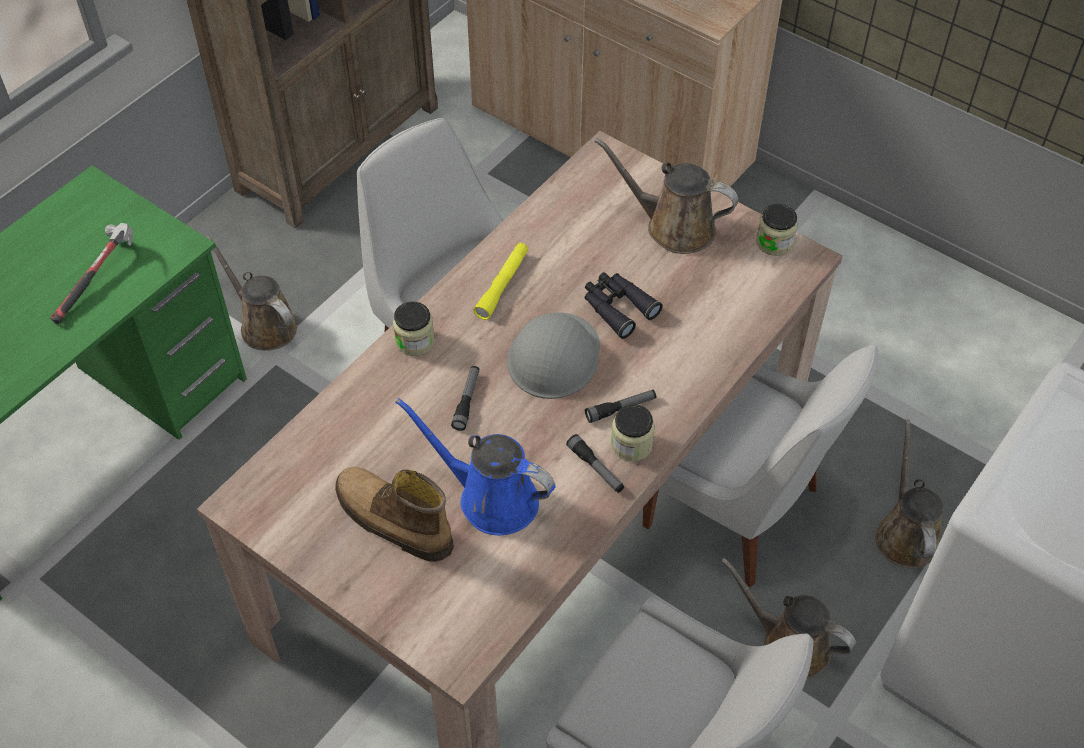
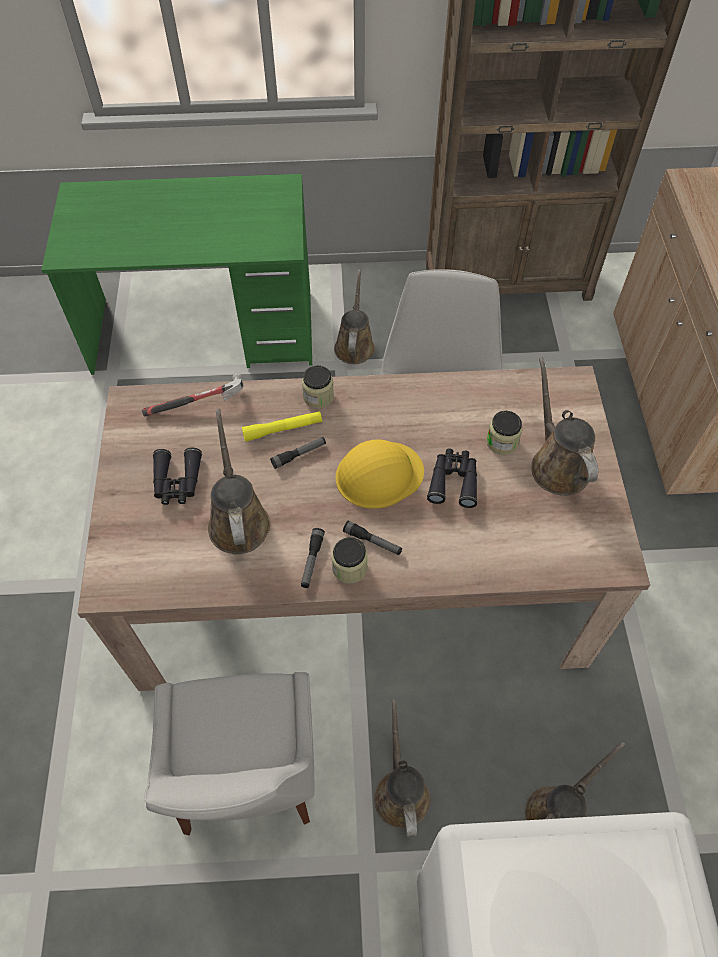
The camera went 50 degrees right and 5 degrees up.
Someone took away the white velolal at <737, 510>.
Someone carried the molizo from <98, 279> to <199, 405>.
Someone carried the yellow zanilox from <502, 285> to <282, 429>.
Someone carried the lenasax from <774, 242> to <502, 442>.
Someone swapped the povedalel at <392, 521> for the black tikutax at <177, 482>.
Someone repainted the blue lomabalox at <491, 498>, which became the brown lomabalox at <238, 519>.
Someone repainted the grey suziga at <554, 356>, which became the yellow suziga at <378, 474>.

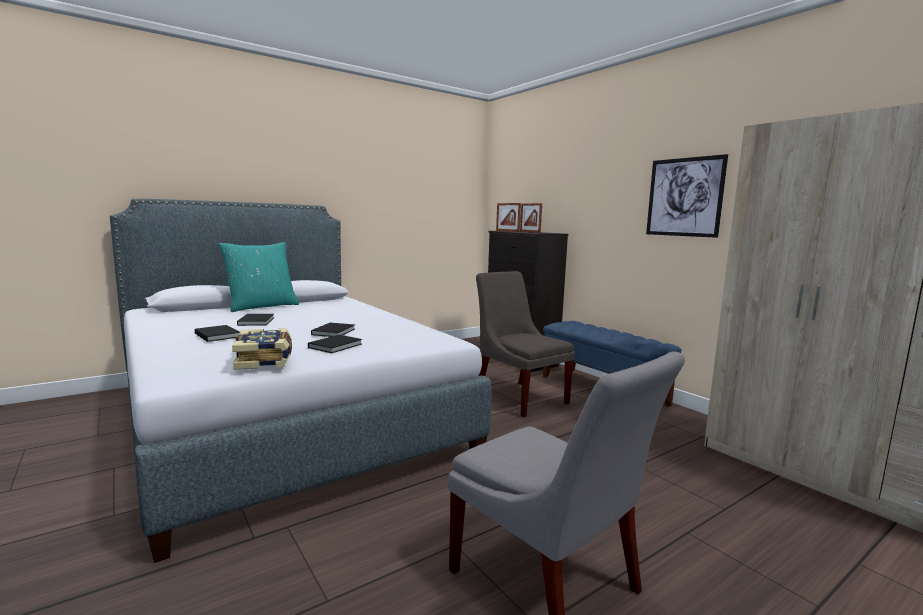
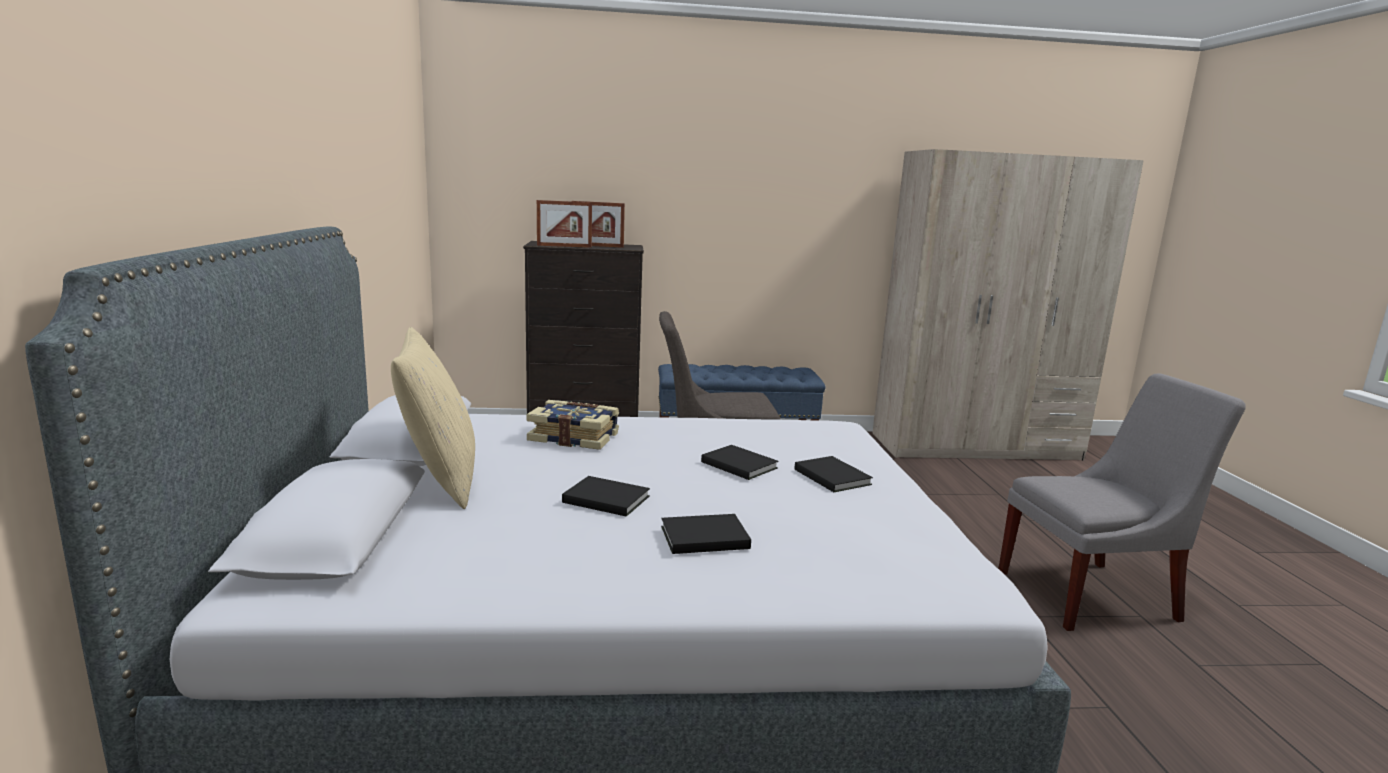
The camera went 60 degrees left and 5 degrees up.
Someone took away the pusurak at <684, 197>.
Someone carried the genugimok from <265, 360> to <574, 437>.
Someone repainted the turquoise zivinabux at <261, 306>, which became the beige zivinabux at <440, 480>.

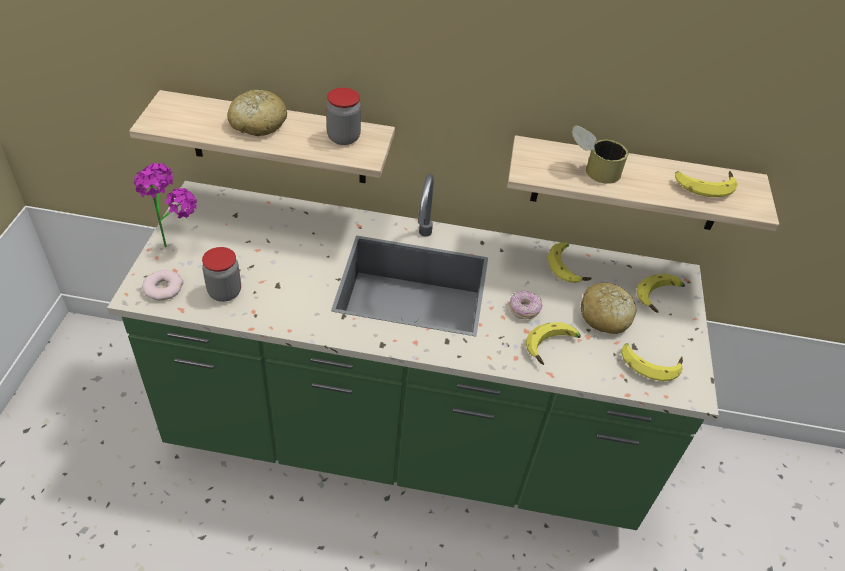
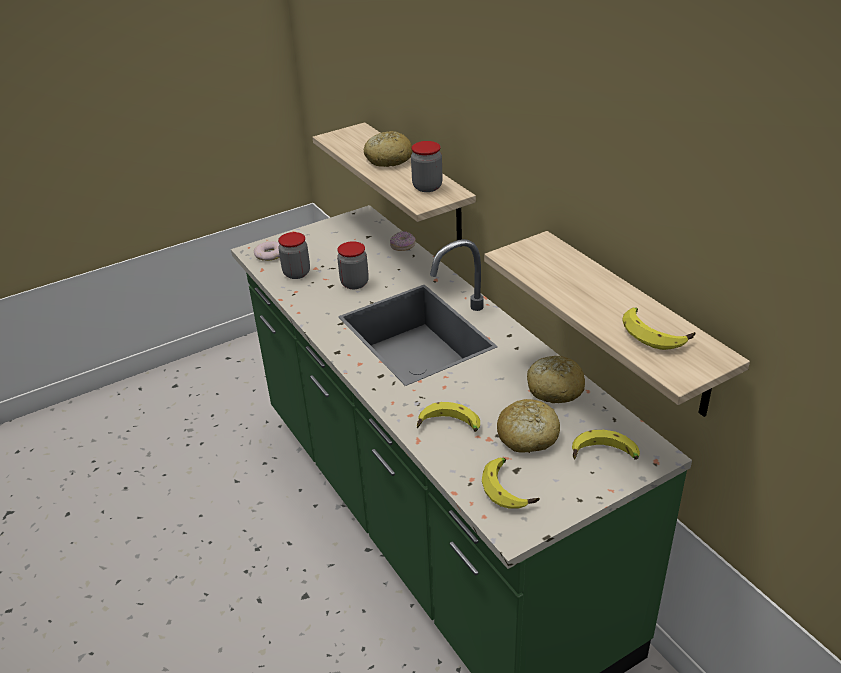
The camera went 55 degrees right and 10 degrees down.
Someone took away the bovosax at <174, 240>.
Someone took away the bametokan at <592, 170>.
Someone put down the lenasax at <354, 283>.
Someone carried the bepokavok from <524, 310> to <403, 247>.
Someone swapped the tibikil at <568, 267> for the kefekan at <554, 388>.

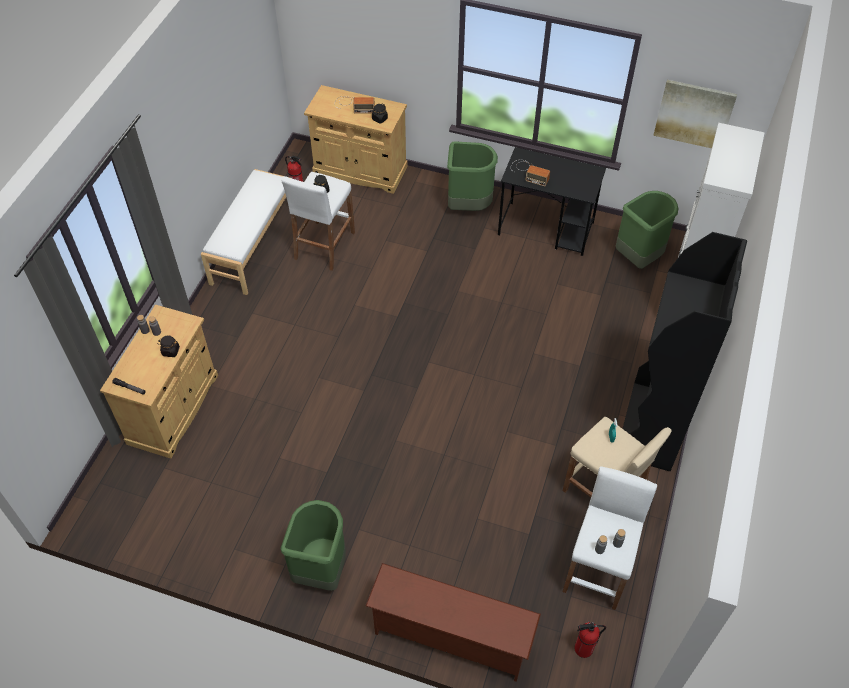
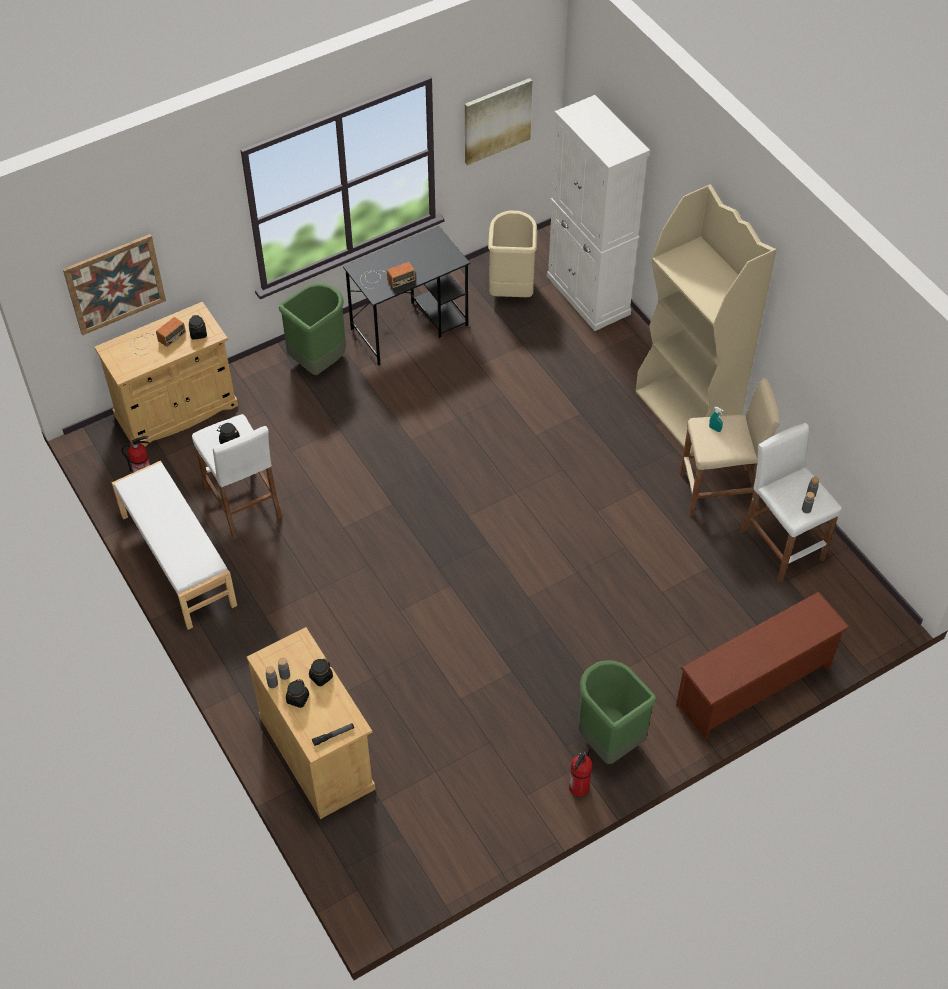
The camera went 50 degrees left and 0 degrees up.
Someone put up the pusurak at <115, 284>.
Someone put down the black lenasax at <297, 699>.
Someone carried the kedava from <583, 649> to <579, 788>.
Someone repainted the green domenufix at <639, 257>, which became the beige domenufix at <511, 289>.
Someone repainted the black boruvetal at <651, 427>, which became the beige boruvetal at <687, 413>.

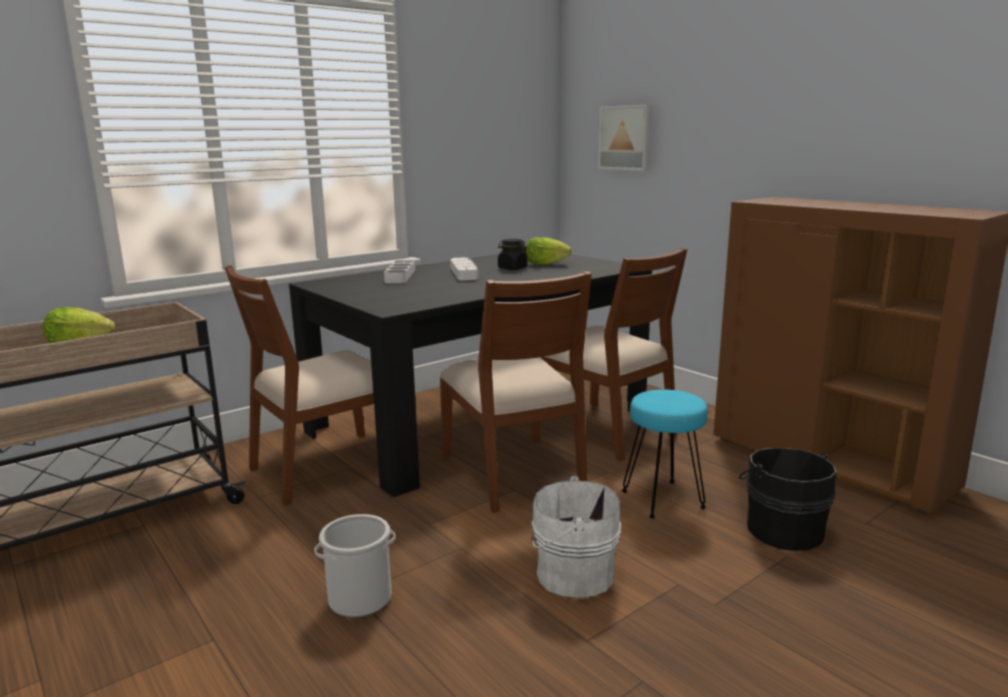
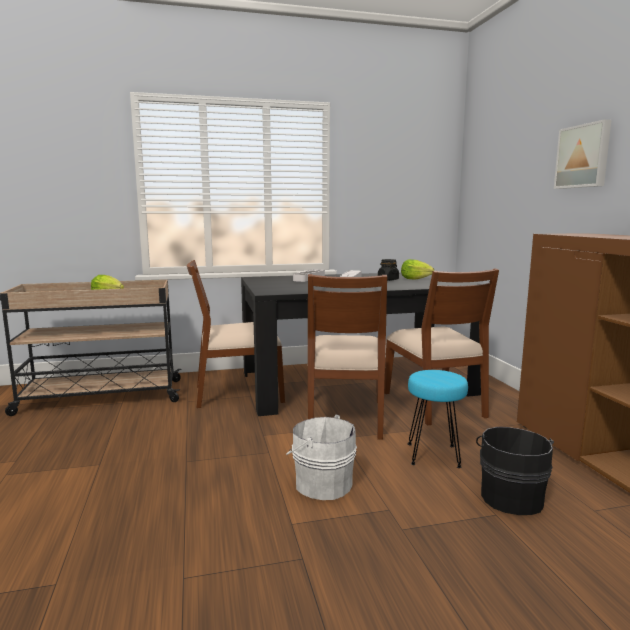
The camera went 25 degrees right and 5 degrees down.
Someone took away the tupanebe at <360, 598>.
Someone carried the pusurak from <626, 137> to <583, 156>.

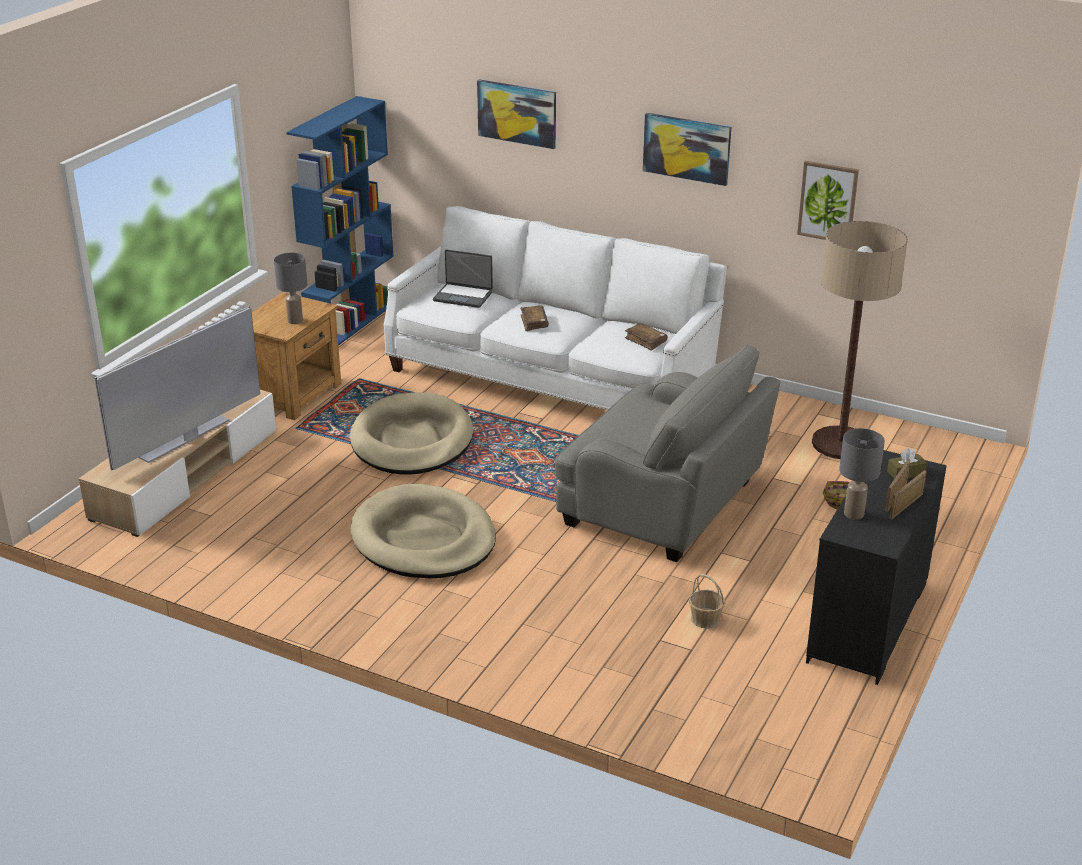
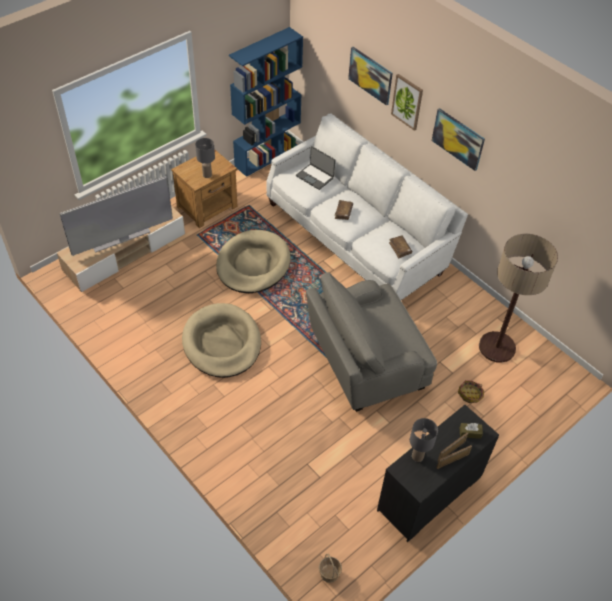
The camera went 20 degrees right and 20 degrees up.
Someone carried the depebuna from <705, 619> to <329, 573>.
Someone carried the pusurak from <828, 201> to <407, 102>.
Someone rotated the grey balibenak at <664, 505> by 105 degrees clockwise.

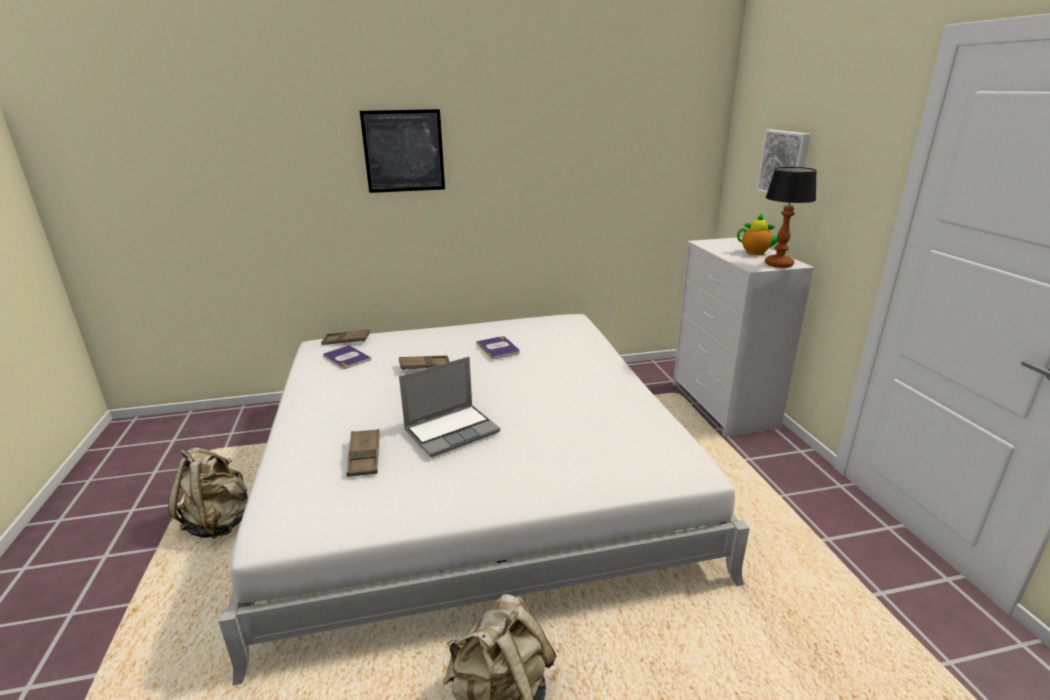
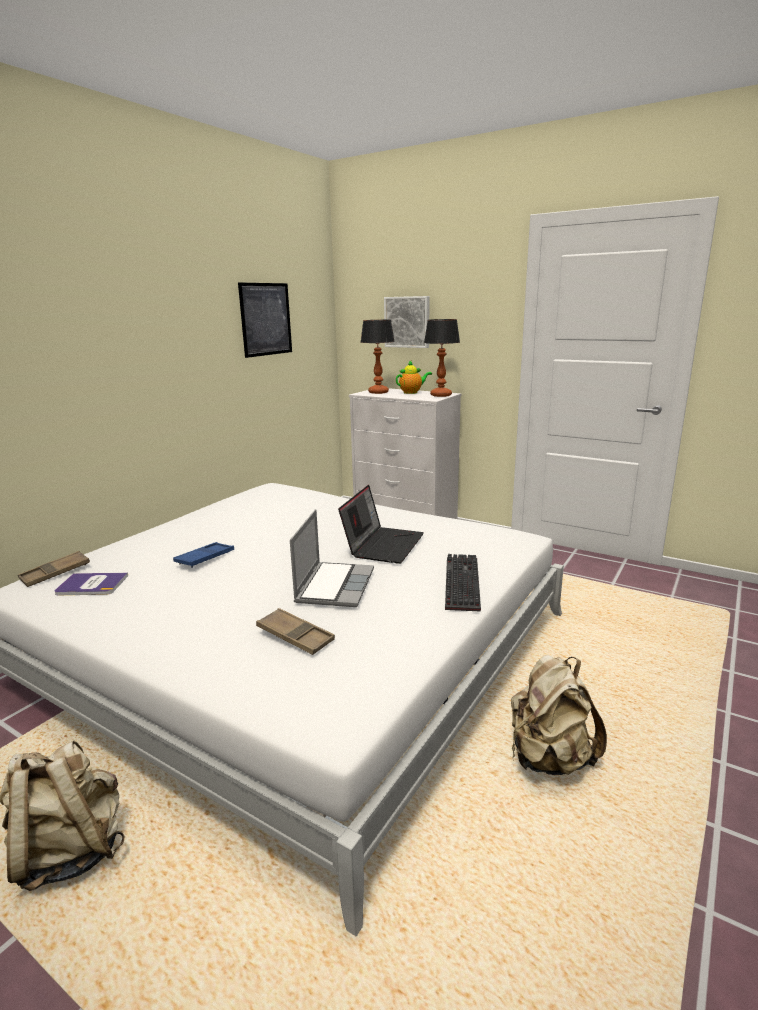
The camera went 45 degrees left and 5 degrees down.
Someone took away the genugimok at <498, 348>.
Someone put down the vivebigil at <383, 545>.
Someone put down the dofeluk at <378, 392>.
Someone put down the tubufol at <460, 583>.
Someone carried the pusurak from <403, 151> to <266, 319>.
Someone repainted the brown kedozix at <425, 366>, which became the blue kedozix at <205, 558>.

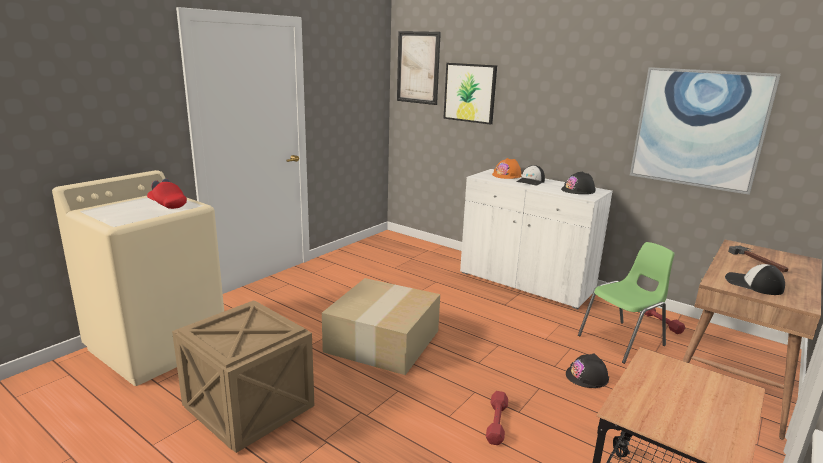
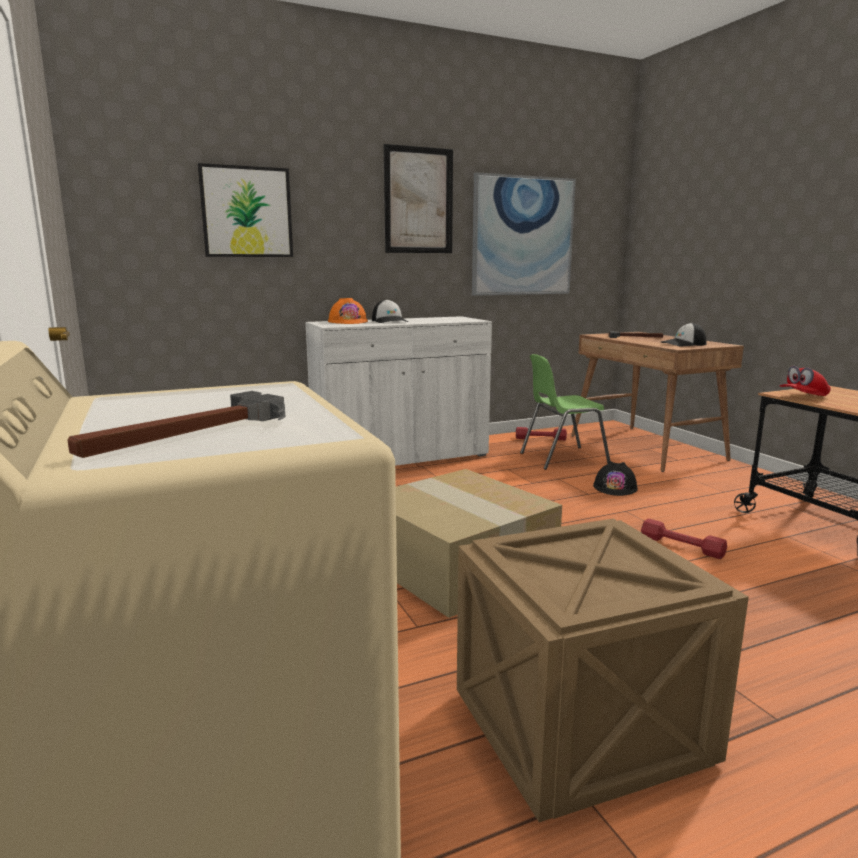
The camera went 60 degrees left and 5 degrees down.
Someone took away the black suziga at <578, 190>.
Someone put down the molizo at <190, 434>.
Someone carried the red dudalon from <167, 204> to <803, 397>.
Someone carried the pusurak from <418, 67> to <418, 201>.
Someone rotated the green velolal at <623, 341> by 105 degrees counterclockwise.

